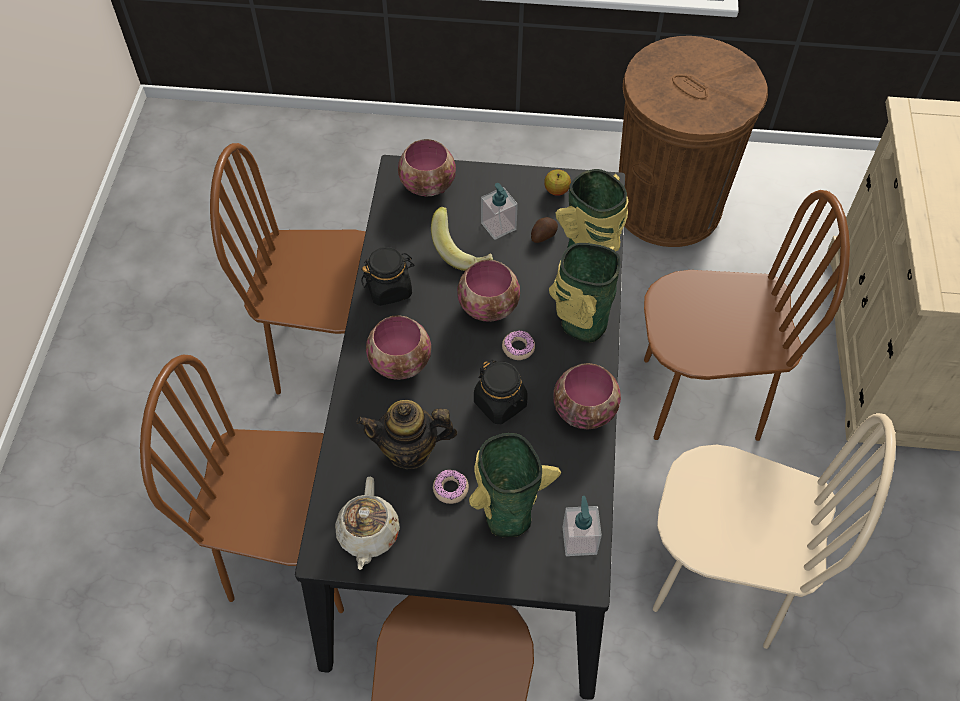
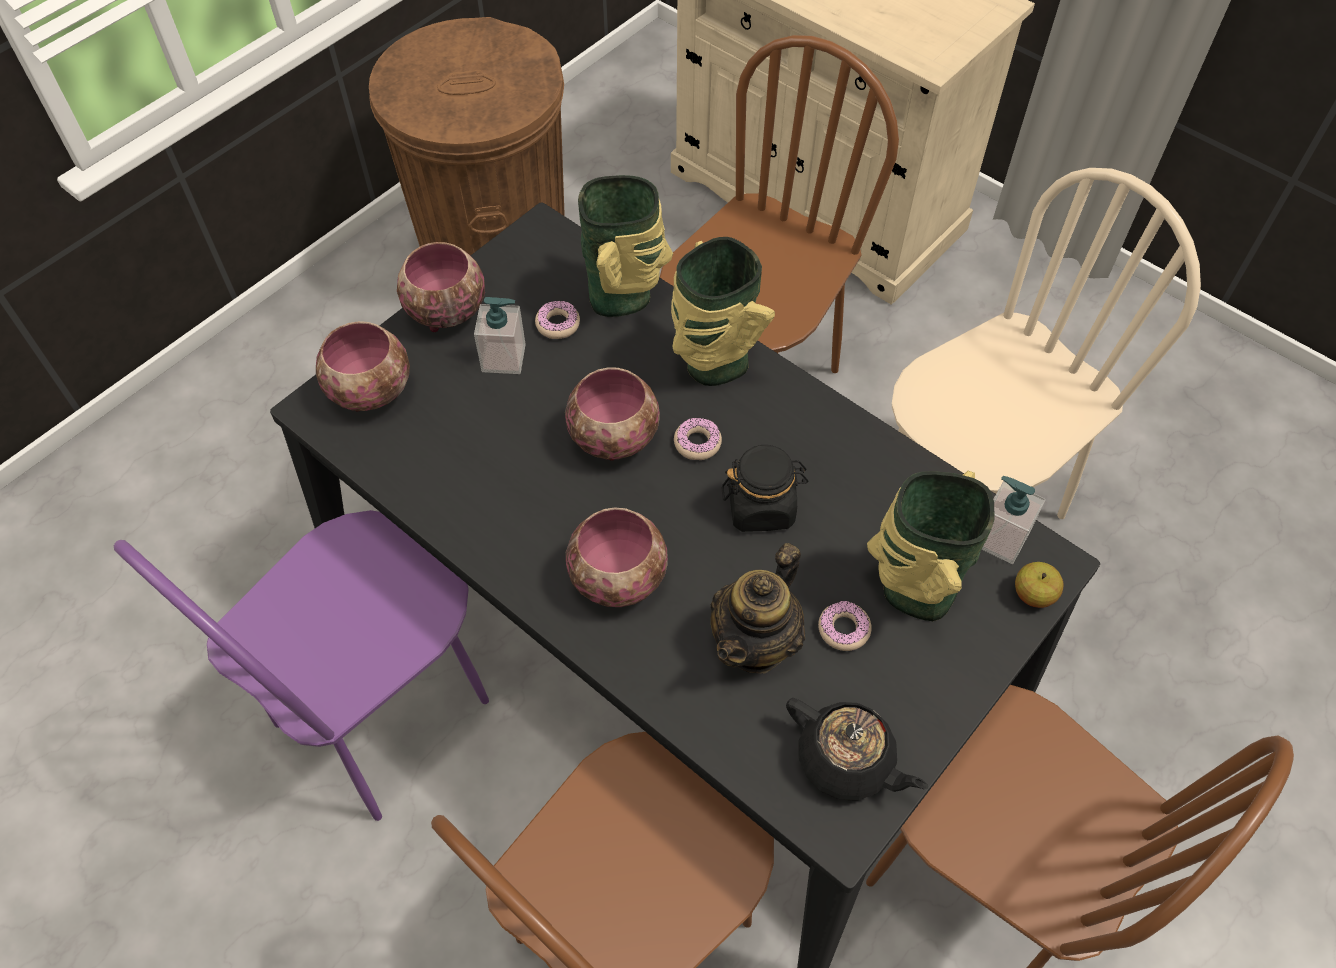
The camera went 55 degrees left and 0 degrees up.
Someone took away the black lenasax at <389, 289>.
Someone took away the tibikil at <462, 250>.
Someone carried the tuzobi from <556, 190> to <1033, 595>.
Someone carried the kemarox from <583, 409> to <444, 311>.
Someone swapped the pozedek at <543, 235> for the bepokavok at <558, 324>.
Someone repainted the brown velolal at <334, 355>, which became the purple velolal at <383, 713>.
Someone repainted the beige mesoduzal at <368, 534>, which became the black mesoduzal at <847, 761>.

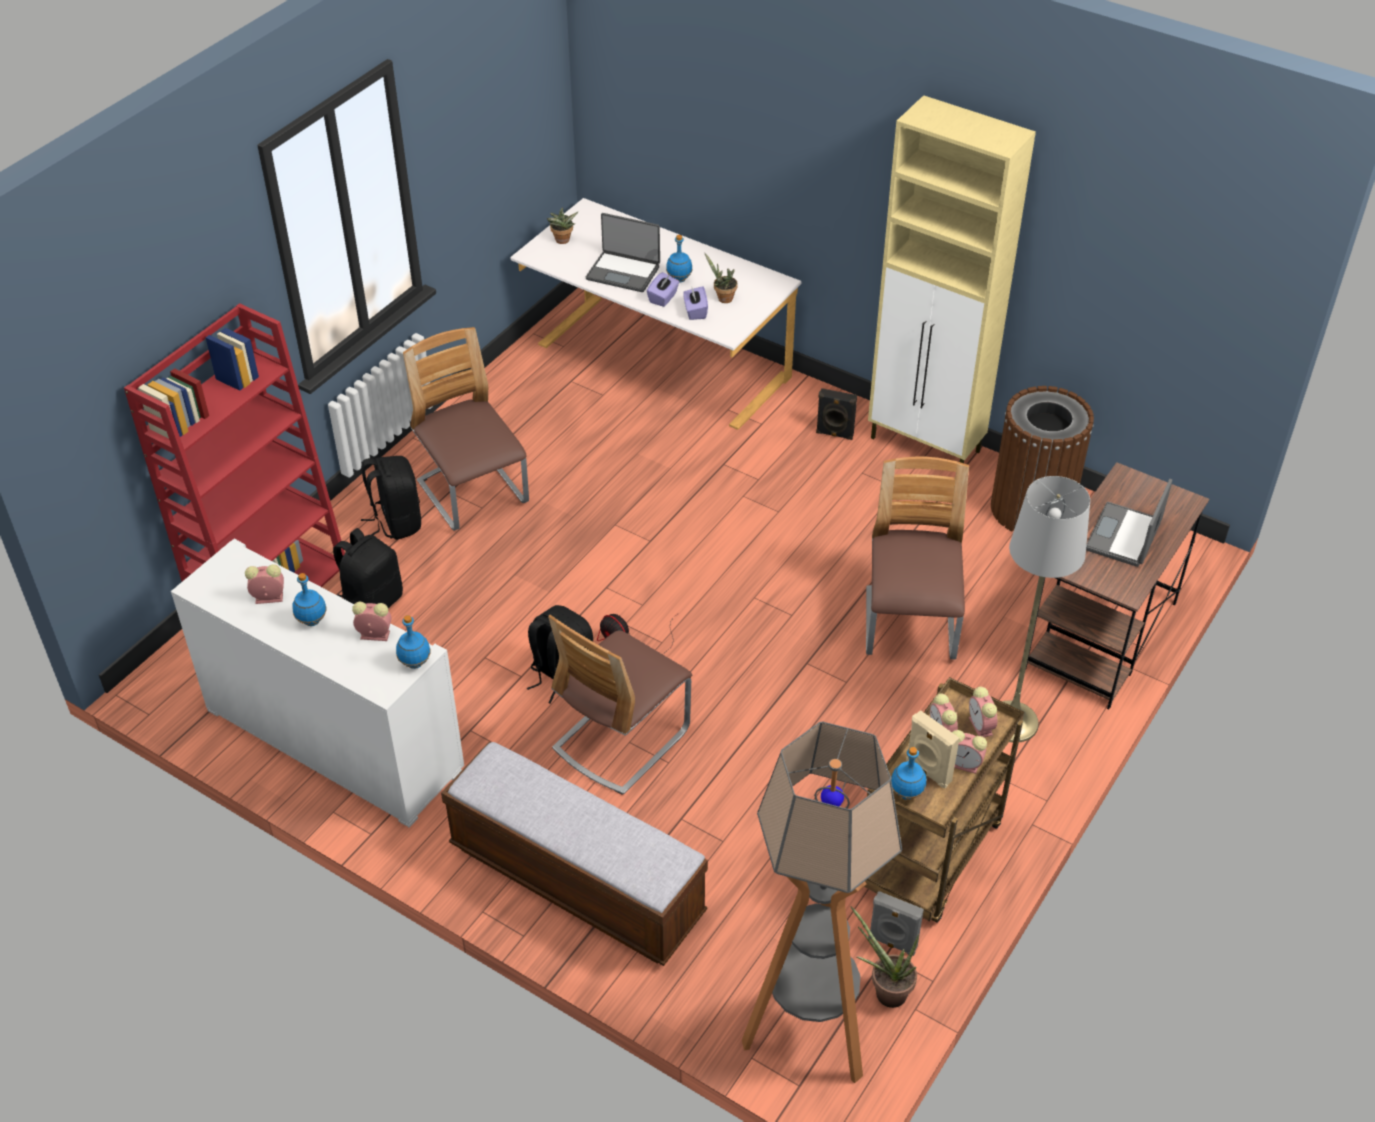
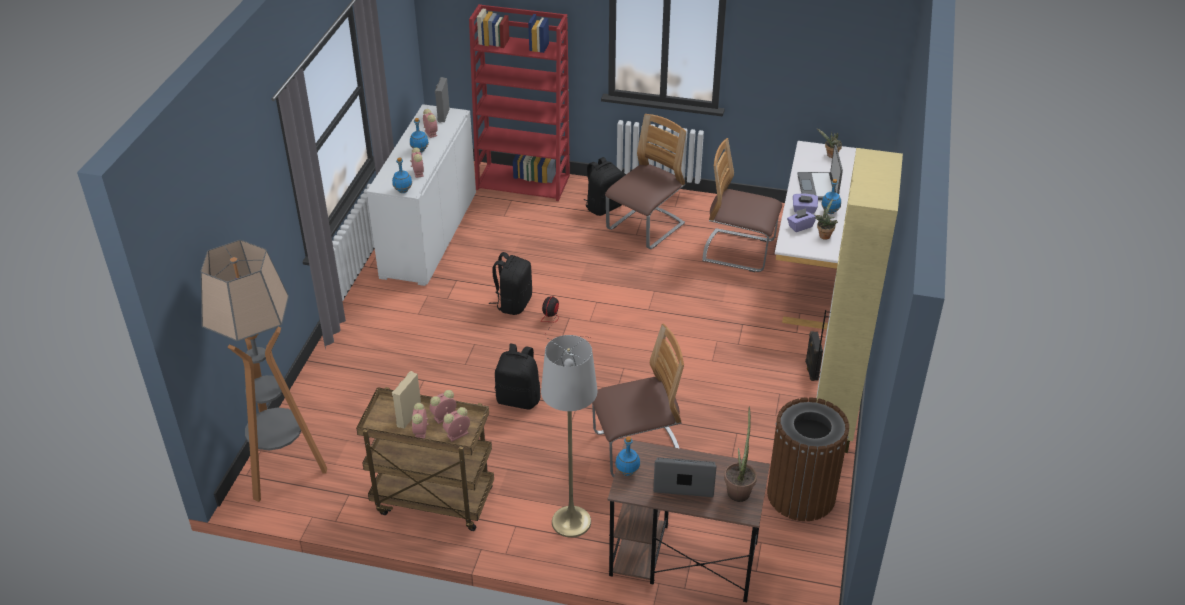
The camera went 70 degrees right and 5 degrees down.
Someone took away the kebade at <576, 881>.
Someone carried the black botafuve from <372, 603> to <519, 399>.
Someone carried the velolal from <621, 739> to <738, 251>.
Someone carried the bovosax from <884, 990> to <739, 489>.
Someone carried the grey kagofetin from <892, 943> to <443, 115>.
Someone carried the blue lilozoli from <906, 793> to <627, 472>.

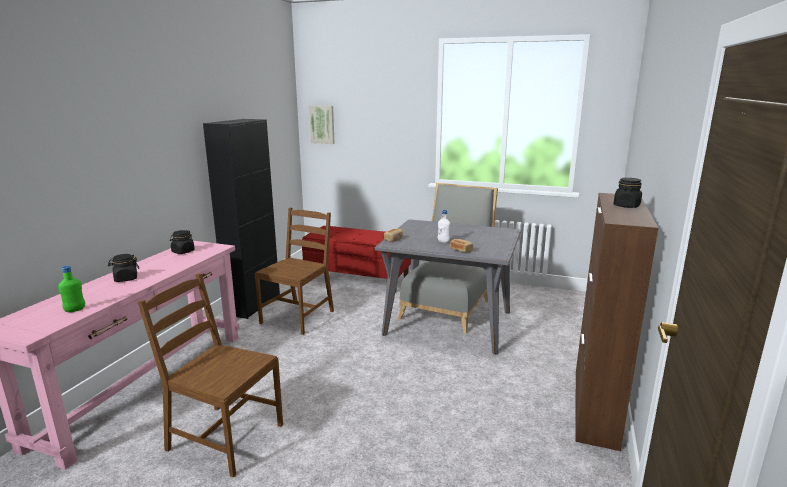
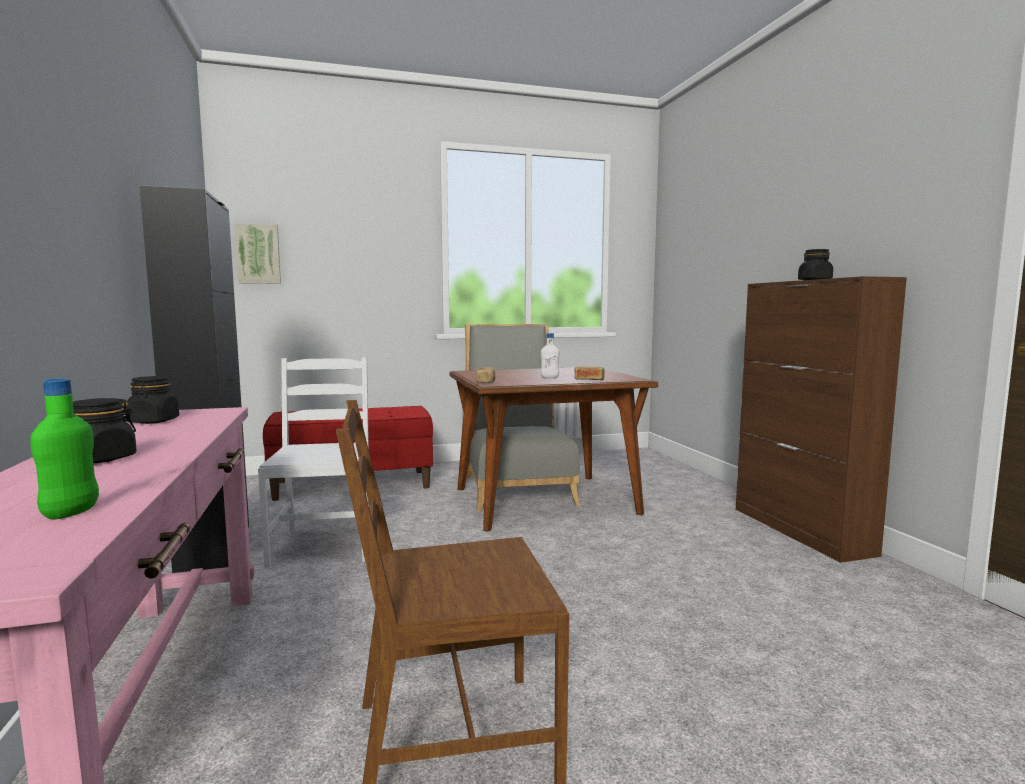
The camera went 35 degrees left and 10 degrees down.
Someone repainted the brown velolal at <298, 317>, which became the white velolal at <324, 543>.
Someone repainted the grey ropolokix at <448, 323>, which became the brown ropolokix at <544, 501>.

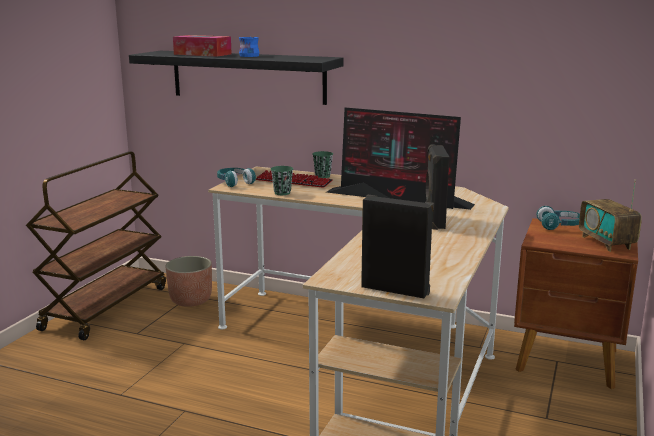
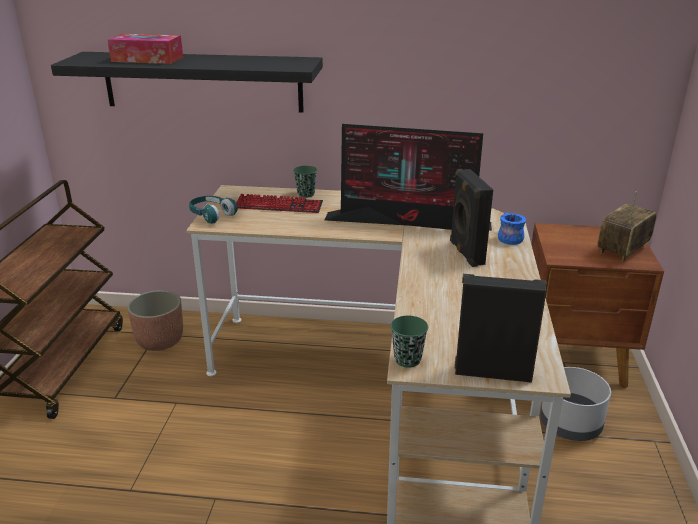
The camera went 15 degrees left and 10 degrees up.
Someone took away the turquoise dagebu at <560, 226>.
Someone put down the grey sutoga at <571, 424>.
Someone carried the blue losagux from <248, 55> to <507, 237>.
Someone carried the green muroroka from <282, 193> to <407, 360>.
Someone rotated the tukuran at <606, 242> by 75 degrees clockwise.

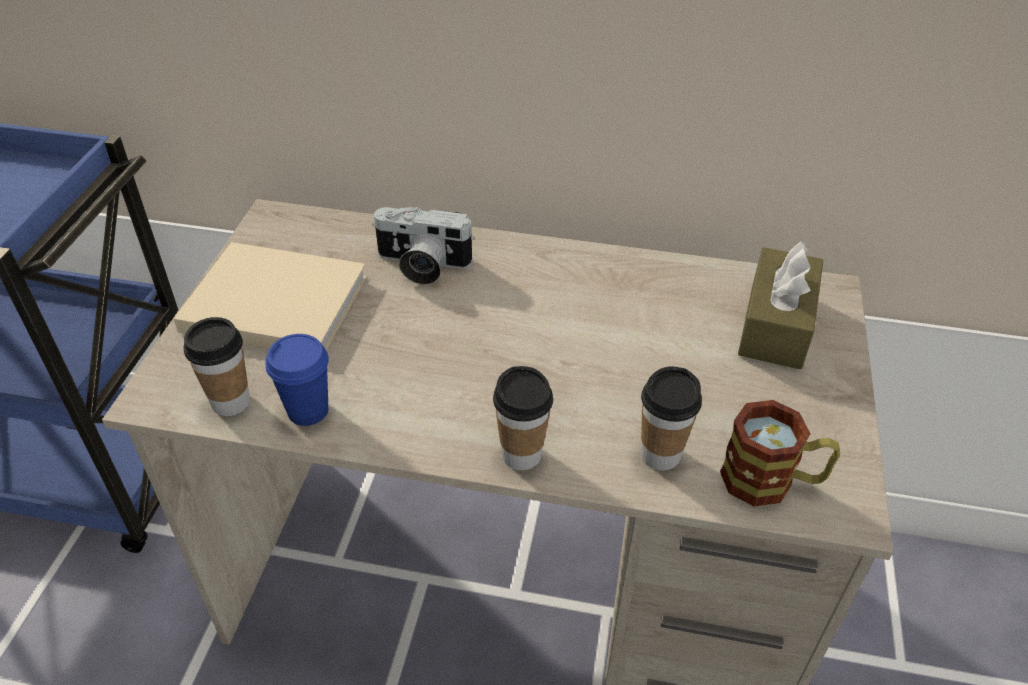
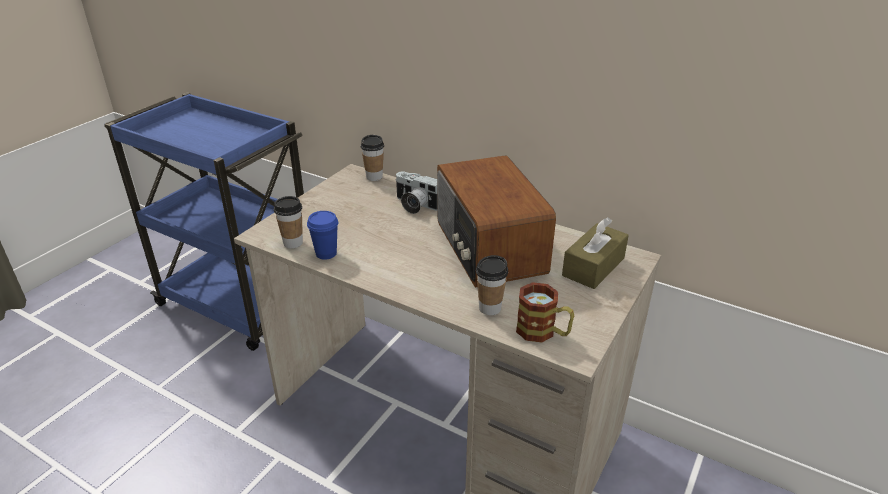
The camera went 20 degrees right and 10 degrees down.
Someone took away the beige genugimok at <270, 303>.
Someone put down the tukuran at <488, 248>.
Someone carried the muroroka from <521, 454> to <374, 177>.

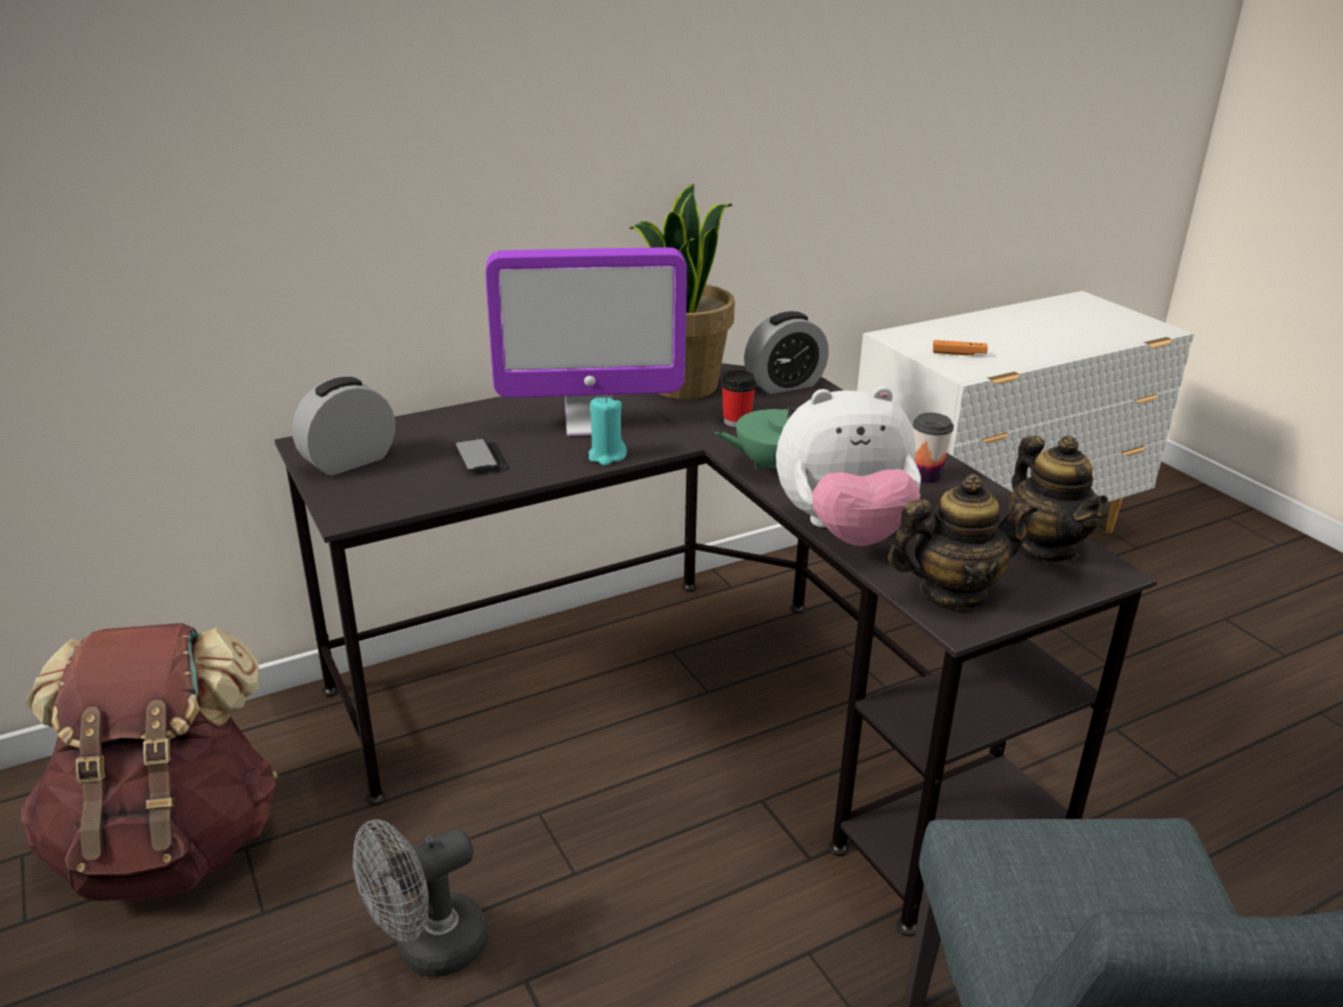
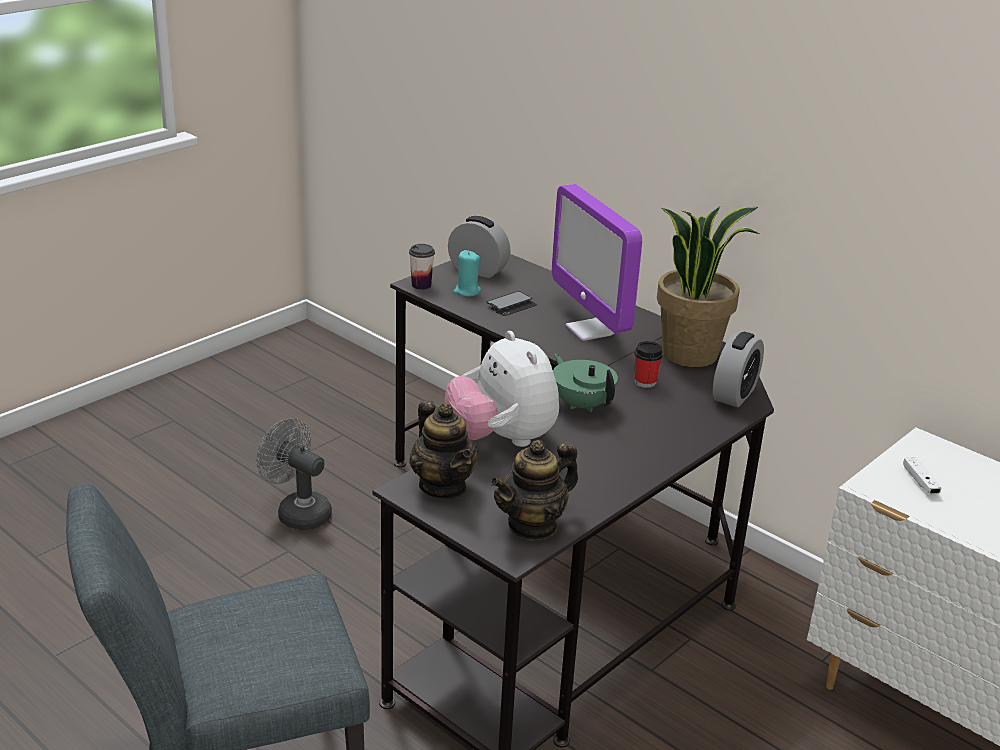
The camera went 70 degrees right and 0 degrees up.
Someone took away the brown botafuve at <171, 843>.
Someone carried the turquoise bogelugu from <606, 456> to <467, 291>.
Someone carried the muroroka from <925, 476> to <421, 285>.
Someone repainted the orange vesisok at <959, 354>, which became the white vesisok at <920, 482>.
Someone rotated the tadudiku at <784, 385> by 105 degrees counterclockwise.

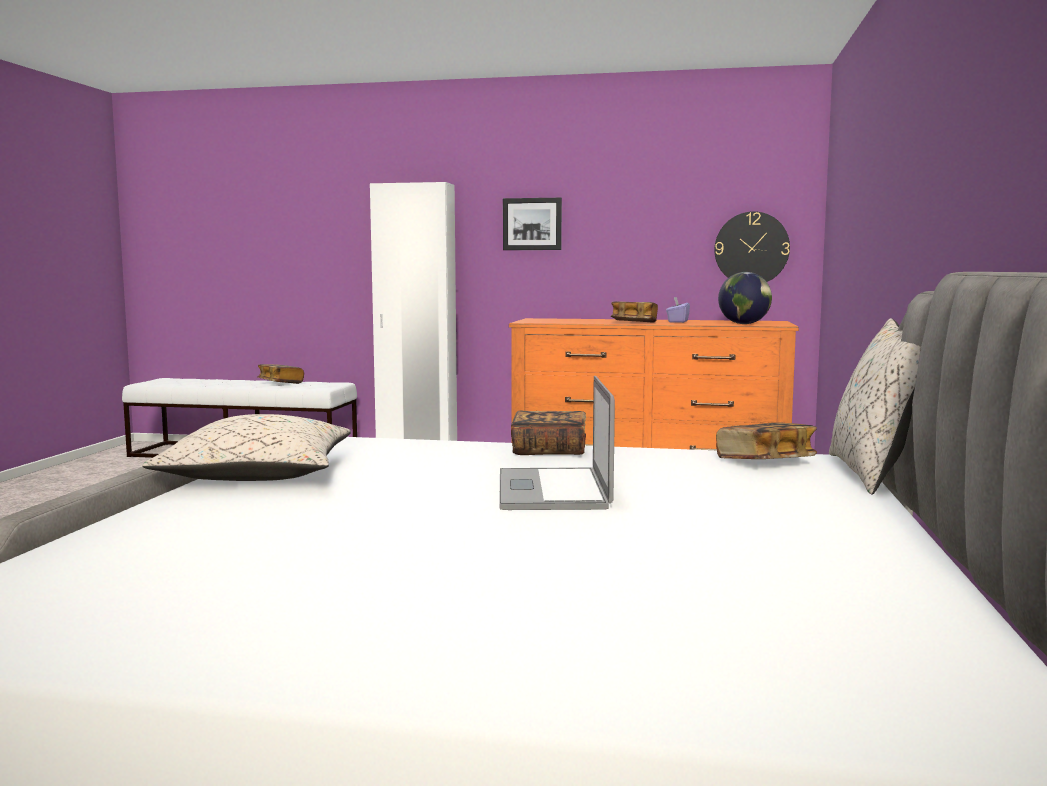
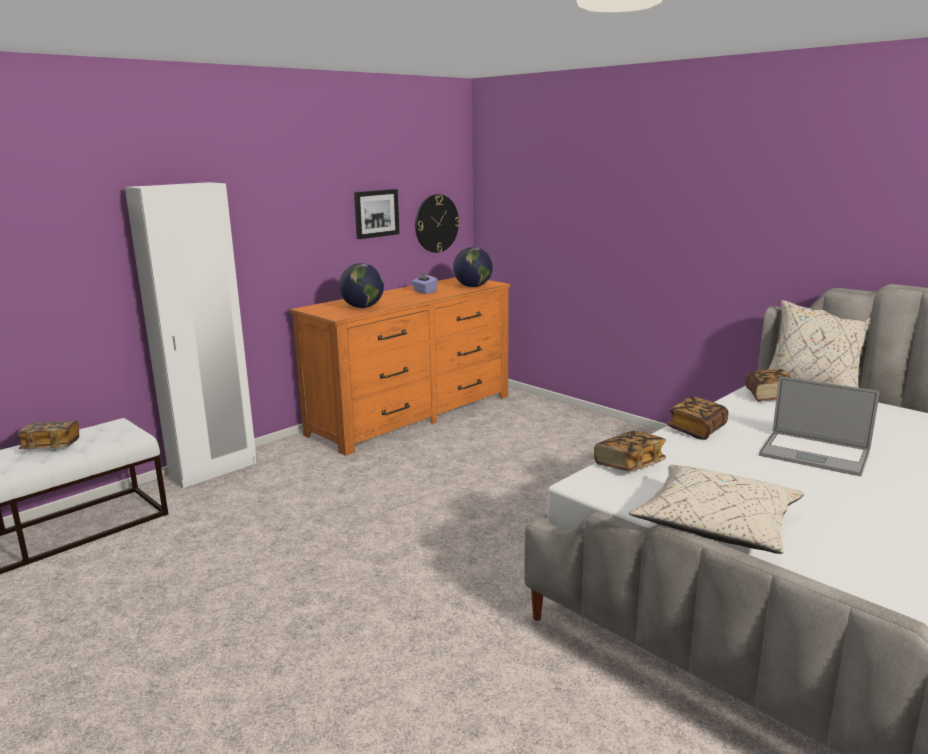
The camera went 55 degrees left and 10 degrees up.
Someone put down the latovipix at <363, 307>.
Someone carried the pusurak from <532, 224> to <376, 213>.
Someone carried the genugimok from <634, 322> to <629, 465>.

